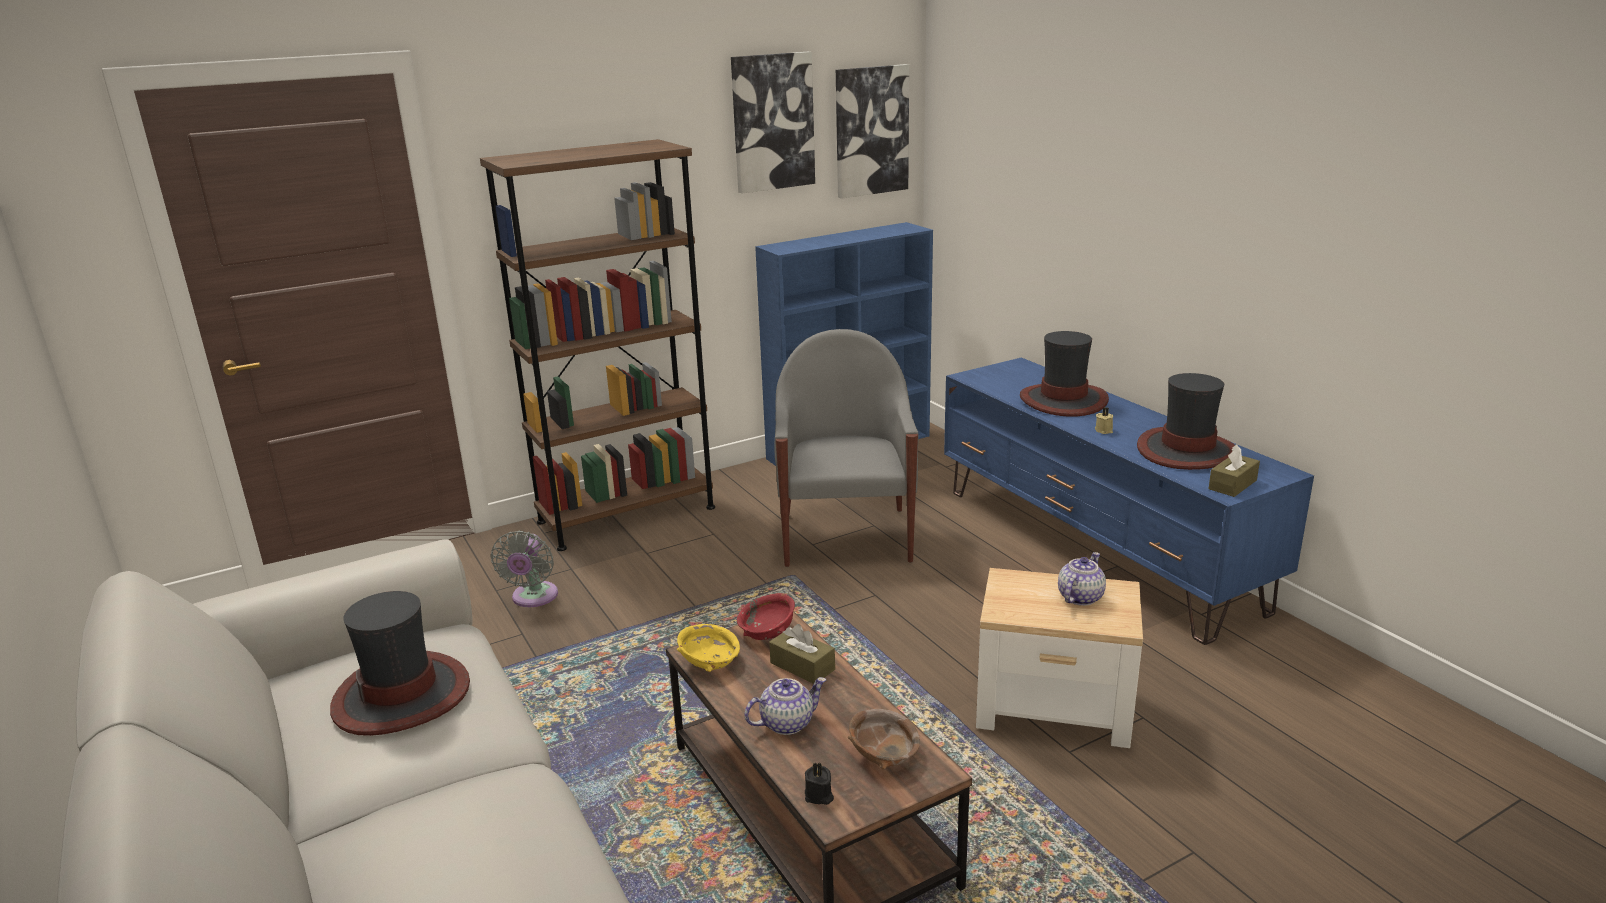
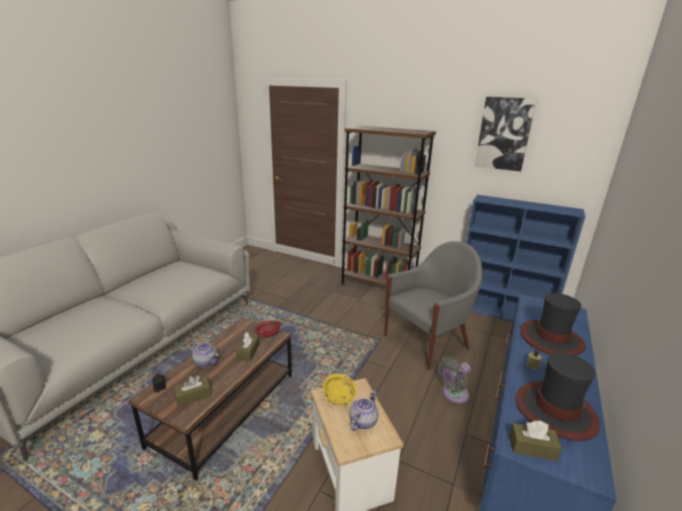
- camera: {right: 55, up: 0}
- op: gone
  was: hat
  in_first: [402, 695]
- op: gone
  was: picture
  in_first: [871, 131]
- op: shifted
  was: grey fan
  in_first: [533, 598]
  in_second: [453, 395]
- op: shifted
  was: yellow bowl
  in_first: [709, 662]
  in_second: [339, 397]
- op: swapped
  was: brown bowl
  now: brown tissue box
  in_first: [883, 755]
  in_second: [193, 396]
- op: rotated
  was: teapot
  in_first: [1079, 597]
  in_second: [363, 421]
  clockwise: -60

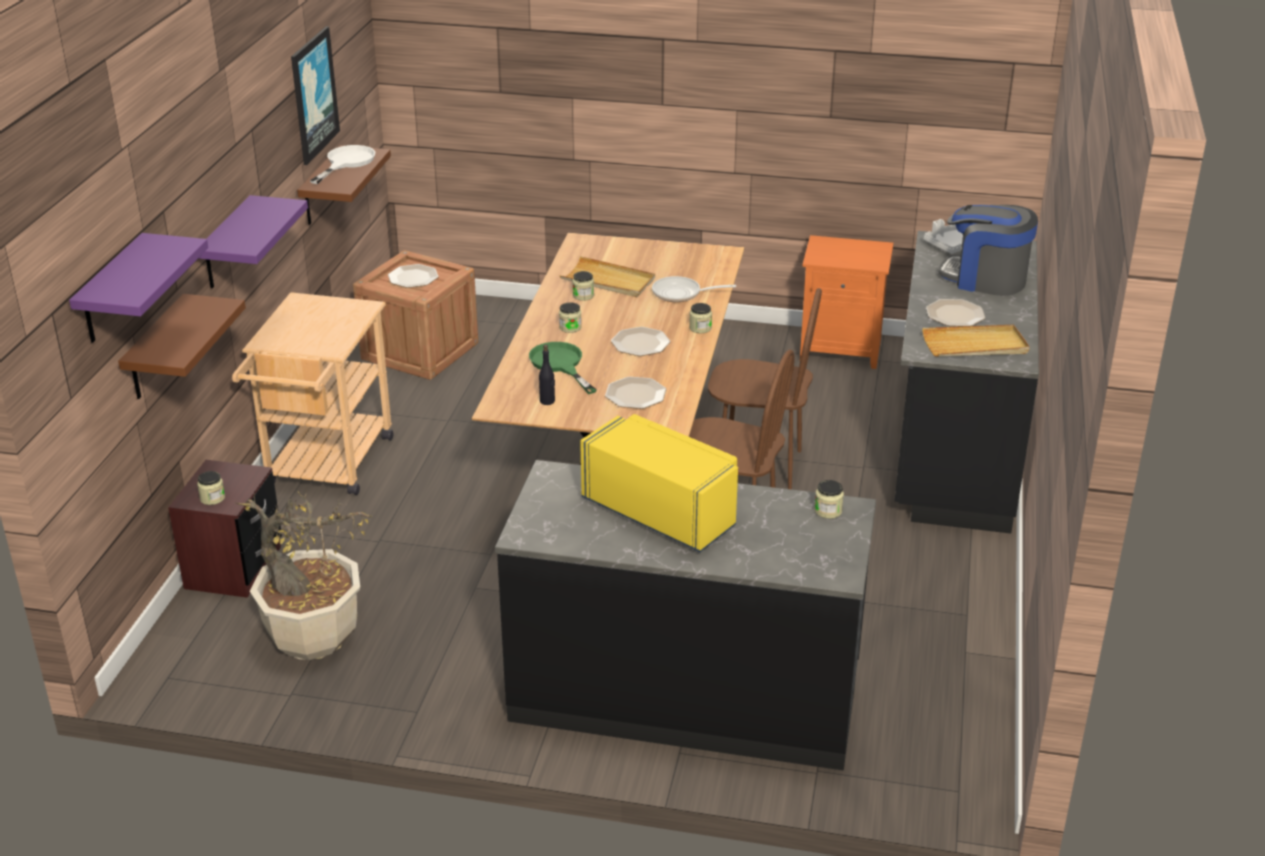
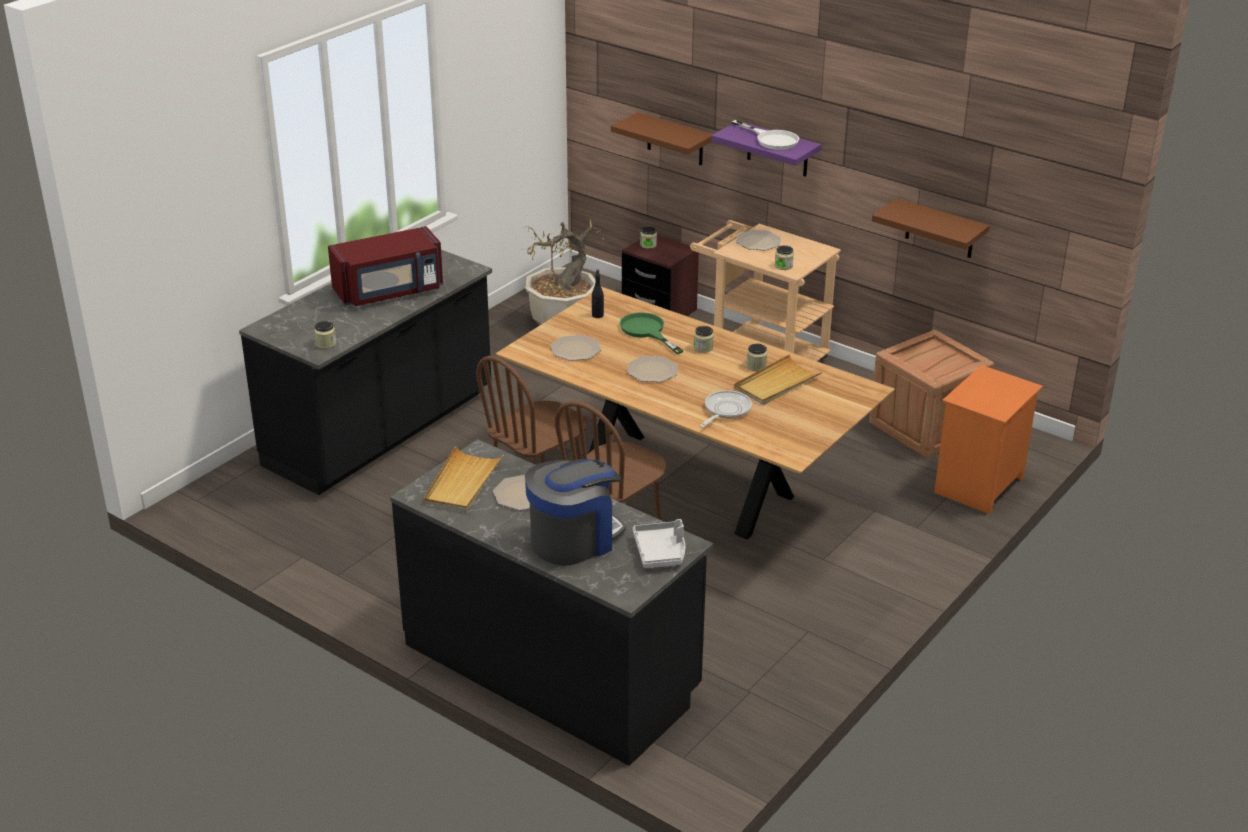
- camera: {right: 115, up: 0}
- op: gone
  was: purple shelf
  in_first: [111, 291]
- op: gone
  was: picture
  in_first: [313, 95]
- op: shifted
  was: white frying pan
  in_first: [346, 162]
  in_second: [771, 139]
- op: shifted
  was: plate
  in_first: [412, 277]
  in_second: [758, 241]
- op: shifted
  was: jar
  in_first: [700, 328]
  in_second: [783, 266]
- op: shifted
  was: orange nightstand
  in_first: [842, 349]
  in_second: [979, 486]
- op: repainted
  was: yellow microwave
  now: red microwave
  in_first: [661, 512]
  in_second: [389, 291]
- op: rotated
  was: green frying pan
  in_first: [560, 364]
  in_second: [646, 331]
  clockwise: -120

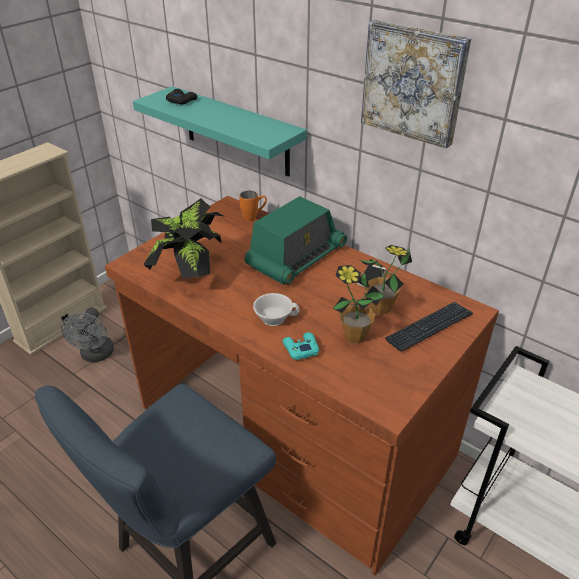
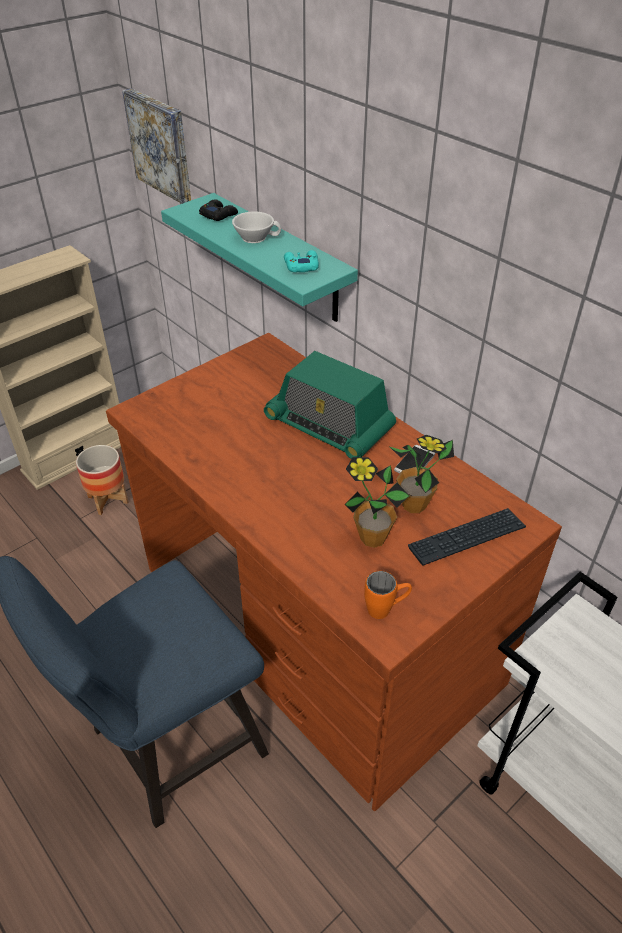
- camera: {right: 10, up: 5}
- op: gone
  was: potted plant
  in_first: [191, 275]
- op: shifted
  was: orange mug
  in_first: [254, 217]
  in_second: [386, 609]
- op: shifted
  was: white cup
  in_first: [274, 317]
  in_second: [255, 237]
- op: shifted
  was: turquoise game controller
  in_first: [300, 349]
  in_second: [301, 266]
- op: shifted
  was: picture
  in_first: [414, 82]
  in_second: [161, 145]
- op: swapped
  was: grey fan
  now: planter
  in_first: [96, 355]
  in_second: [108, 499]
- op: rotated
  was: radio
  in_first: [296, 258]
  in_second: [329, 425]
  clockwise: 75

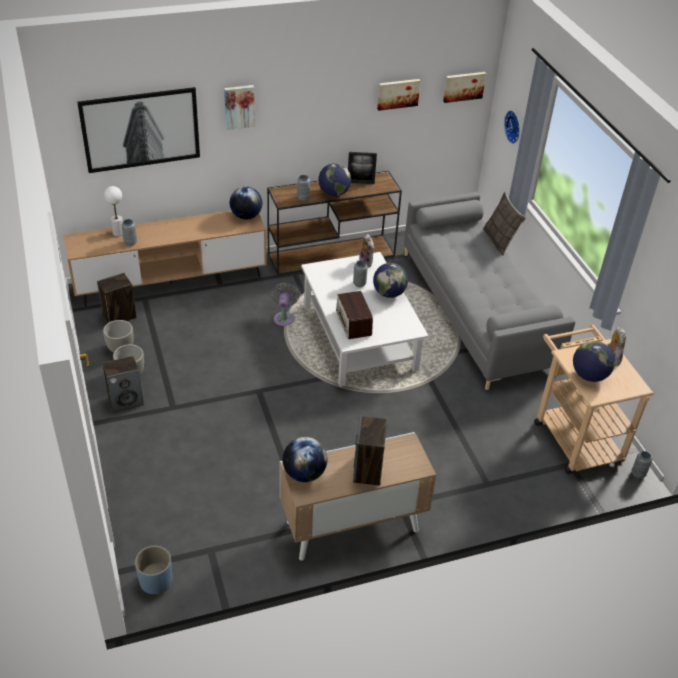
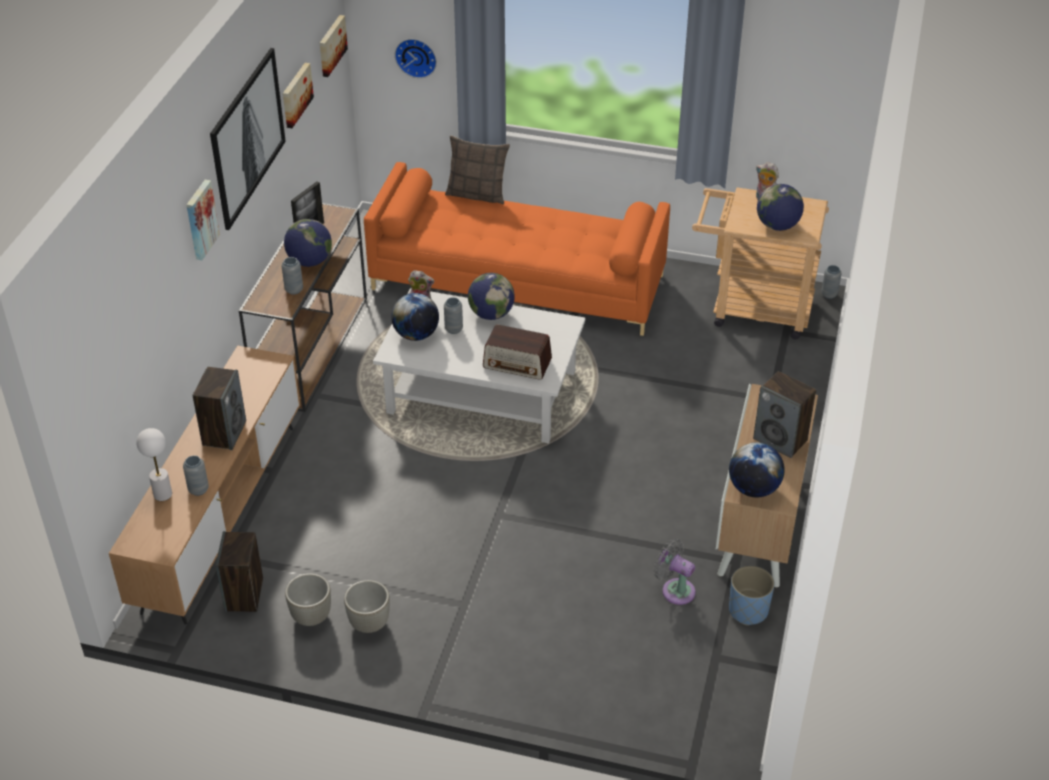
- camera: {right: -55, up: 0}
- op: shifted
  was: picture
  in_first: [140, 129]
  in_second: [246, 137]
- op: shifted
  was: speaker
  in_first: [126, 401]
  in_second: [224, 433]
- op: shifted
  was: blue planter
  in_first: [156, 581]
  in_second: [748, 611]
- op: shifted
  was: globe
  in_first: [246, 216]
  in_second: [416, 335]
- op: shifted
  was: grey fan
  in_first: [284, 317]
  in_second: [675, 590]
- op: repainted
  was: grey sofa
  now: orange sofa
  in_first: [477, 311]
  in_second: [519, 282]

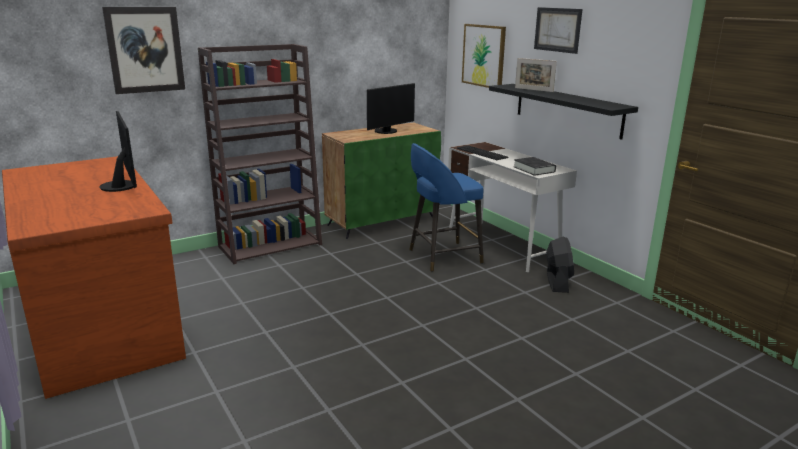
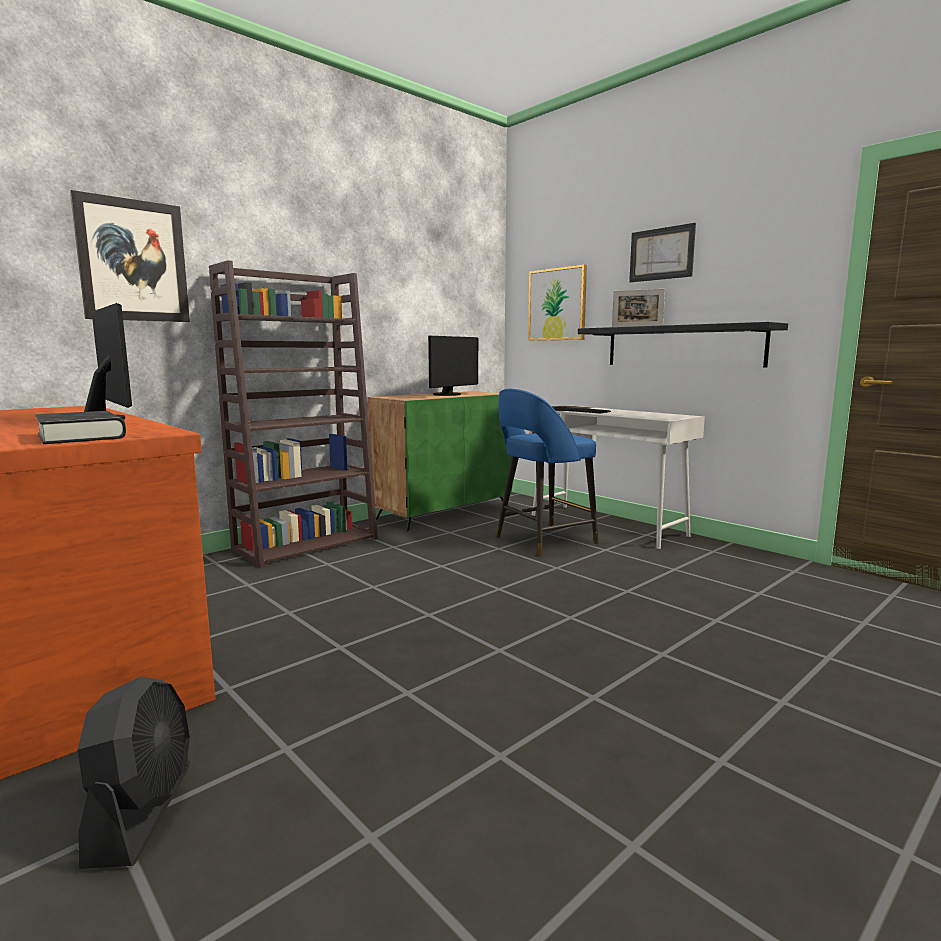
- camera: {right: -10, up: -10}
- op: shifted
  was: black book
  in_first: [534, 169]
  in_second: [81, 436]
- op: shifted
  was: black fan
  in_first: [557, 282]
  in_second: [142, 812]

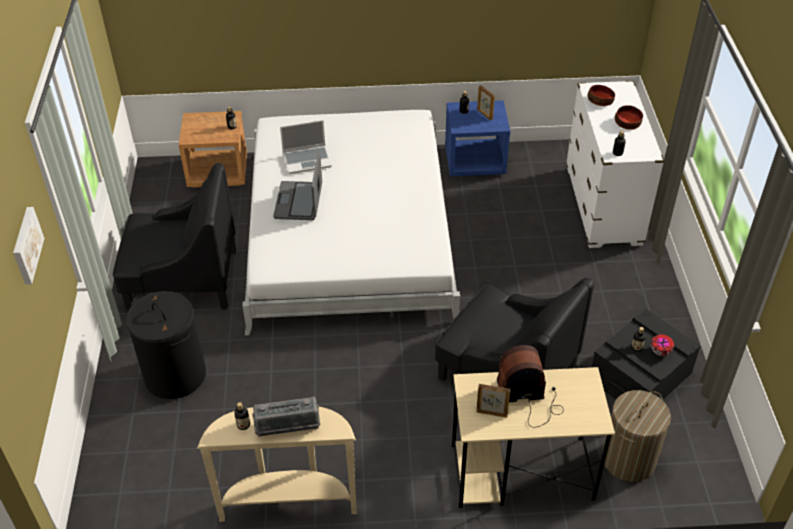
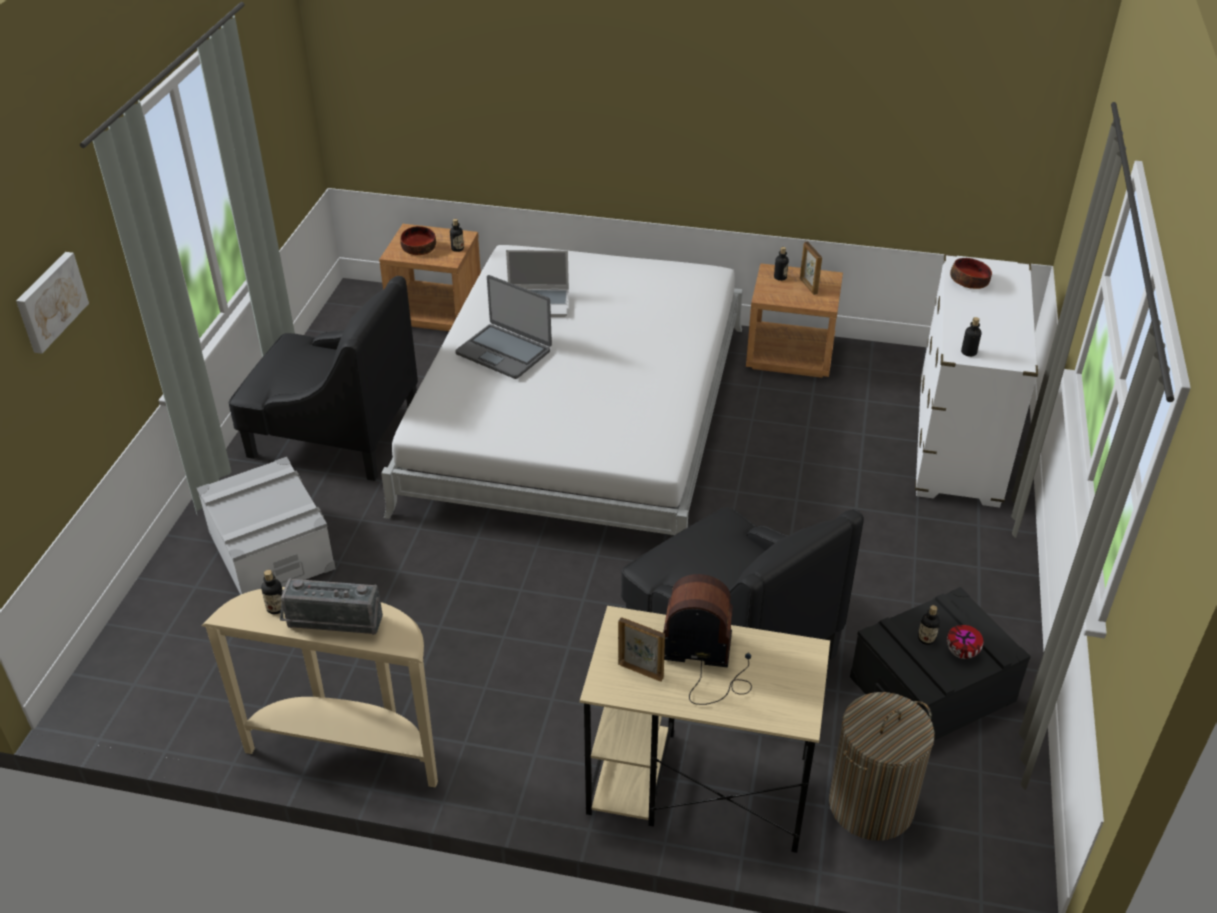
- camera: {right: 15, up: -5}
- op: shifted
  was: bowl
  in_first: [627, 123]
  in_second: [418, 248]
- op: swapped
  was: black laundry basket
  now: grey storage box
  in_first: [175, 375]
  in_second: [271, 550]
- op: repainted
  was: blue nightstand
  now: brown nightstand
  in_first: [475, 161]
  in_second: [790, 355]
- op: rotated
  was: laptop
  in_first: [299, 201]
  in_second: [504, 352]
  clockwise: -75

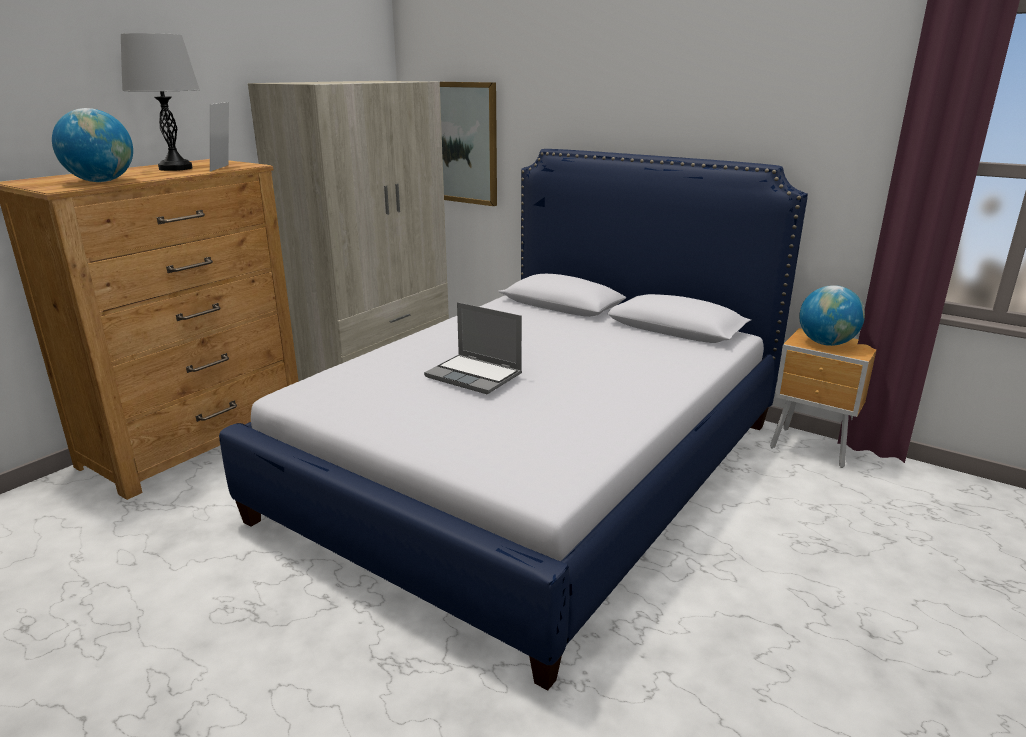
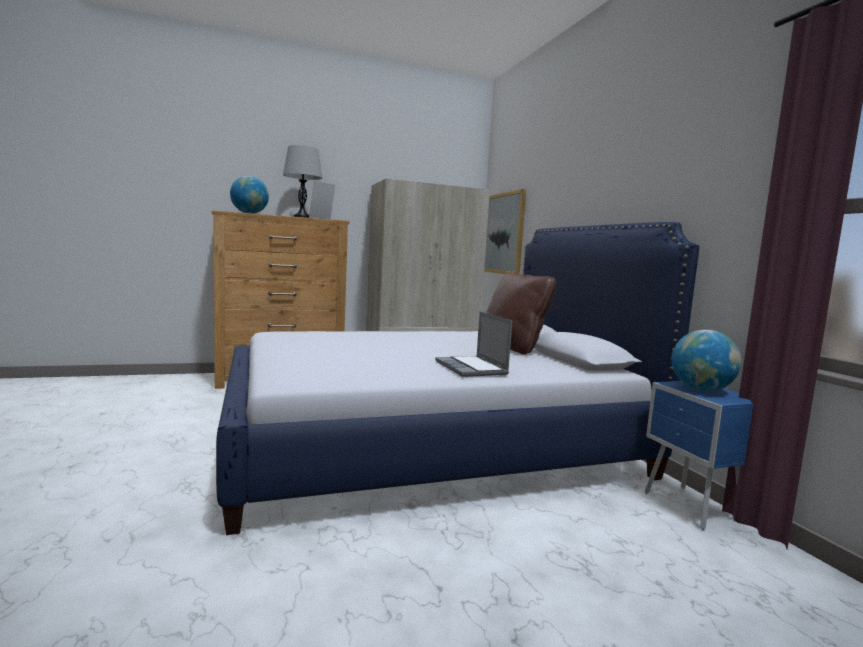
- camera: {right: 35, up: -15}
- op: new
  now: brown pillow
  in_second: [513, 347]
- op: shifted
  was: laptop
  in_first: [475, 376]
  in_second: [472, 368]
- op: repainted
  was: brown nightstand
  now: blue nightstand
  in_first: [813, 449]
  in_second: [692, 508]

